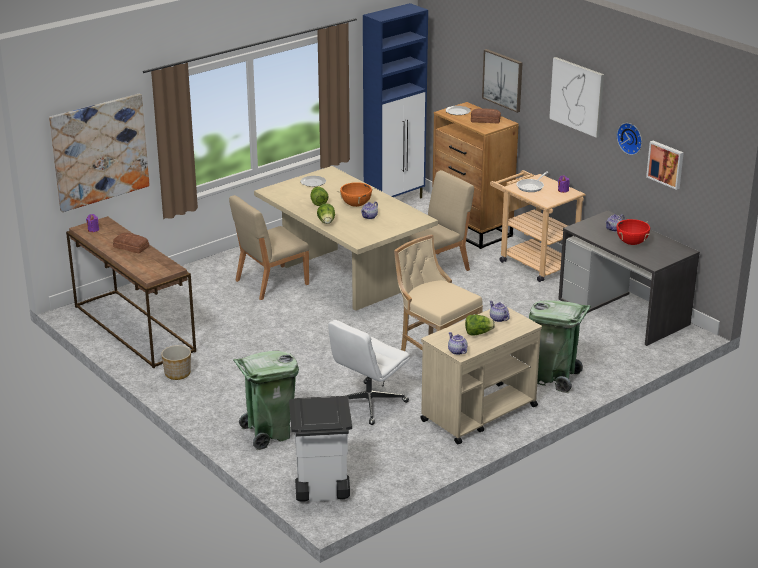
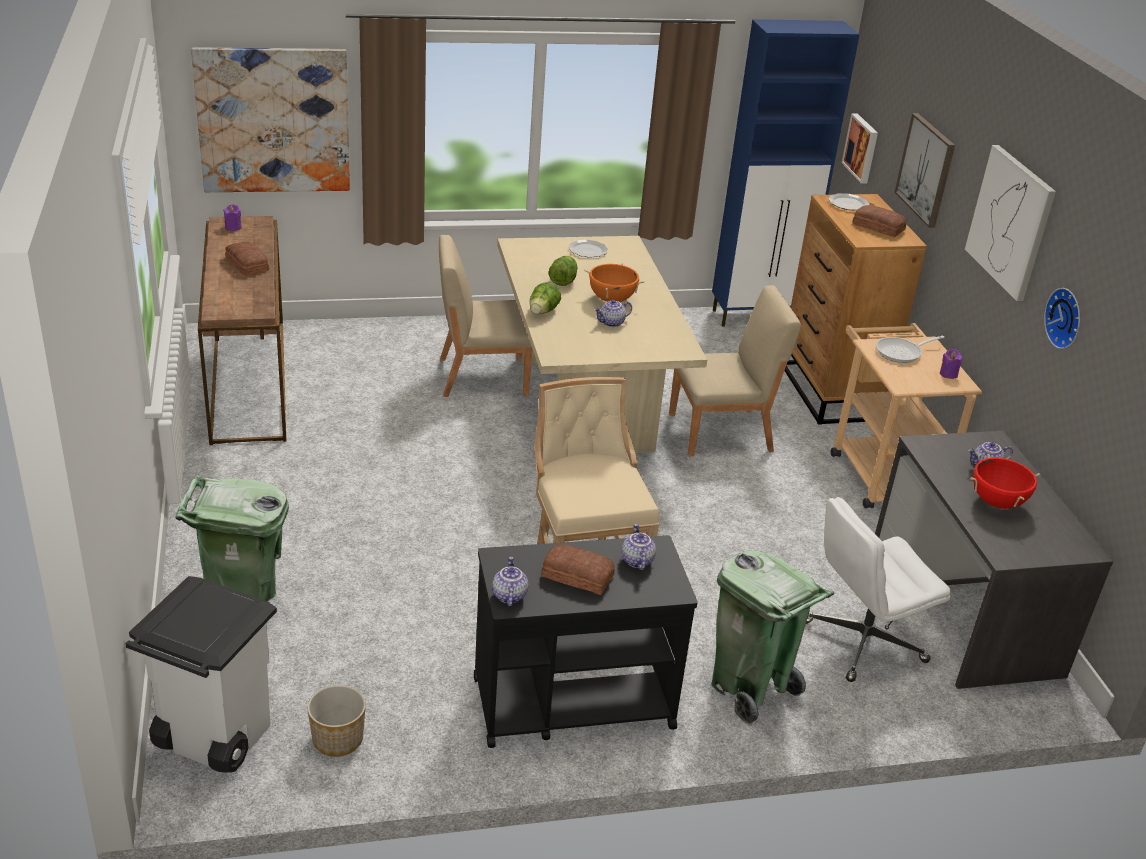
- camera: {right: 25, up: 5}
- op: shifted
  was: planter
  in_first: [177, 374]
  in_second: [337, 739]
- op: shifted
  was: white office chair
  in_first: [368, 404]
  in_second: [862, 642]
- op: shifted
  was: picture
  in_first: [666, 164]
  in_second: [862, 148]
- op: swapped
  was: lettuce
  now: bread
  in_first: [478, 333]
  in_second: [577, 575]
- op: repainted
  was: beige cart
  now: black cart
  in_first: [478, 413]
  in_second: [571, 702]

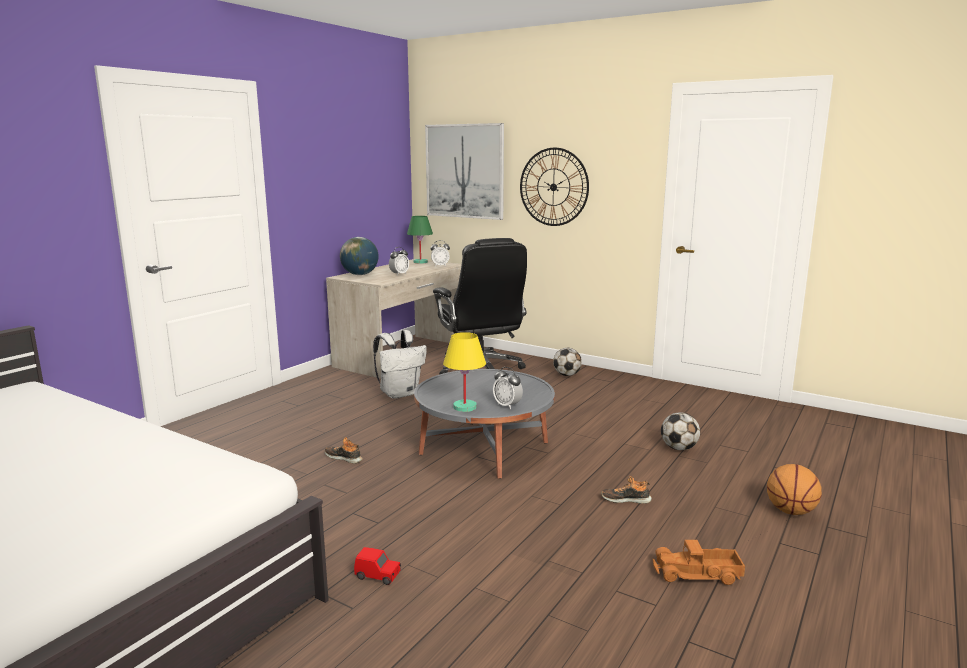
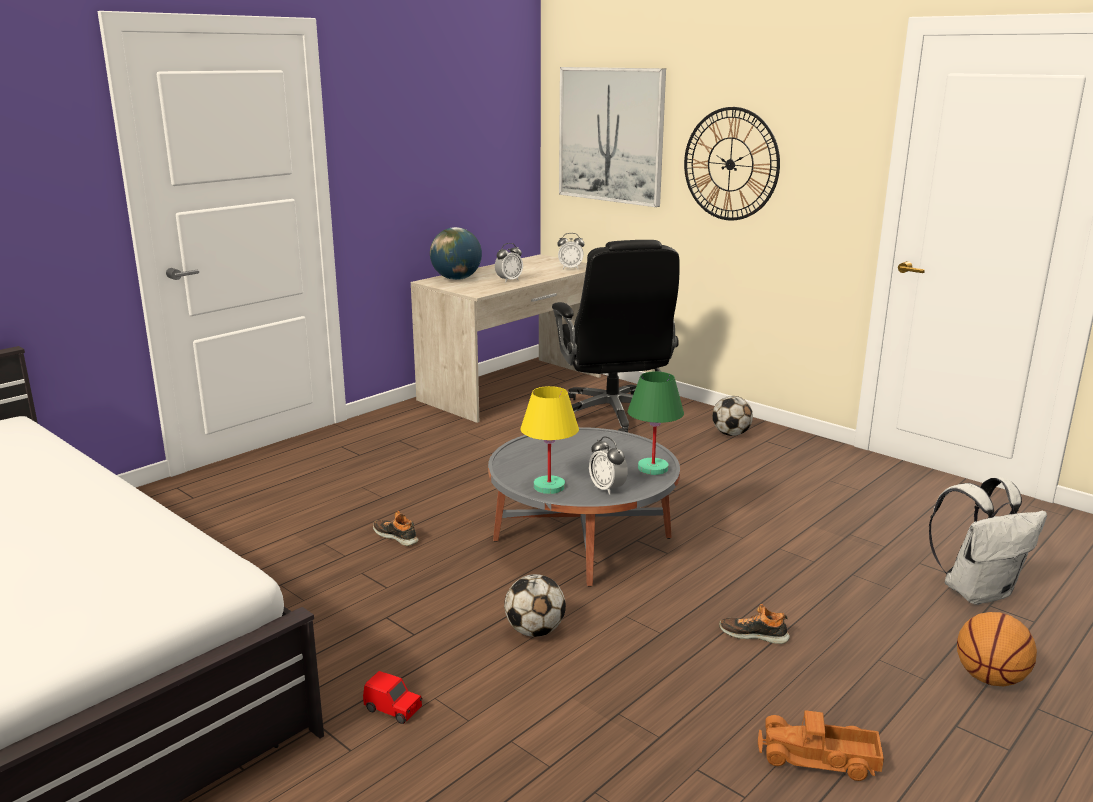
- camera: {right: 10, up: 5}
- op: shifted
  was: white backpack
  in_first: [400, 393]
  in_second: [977, 591]
- op: shifted
  was: green table lamp
  in_first: [420, 262]
  in_second: [652, 468]
- op: shifted
  was: football
  in_first: [678, 448]
  in_second: [535, 631]

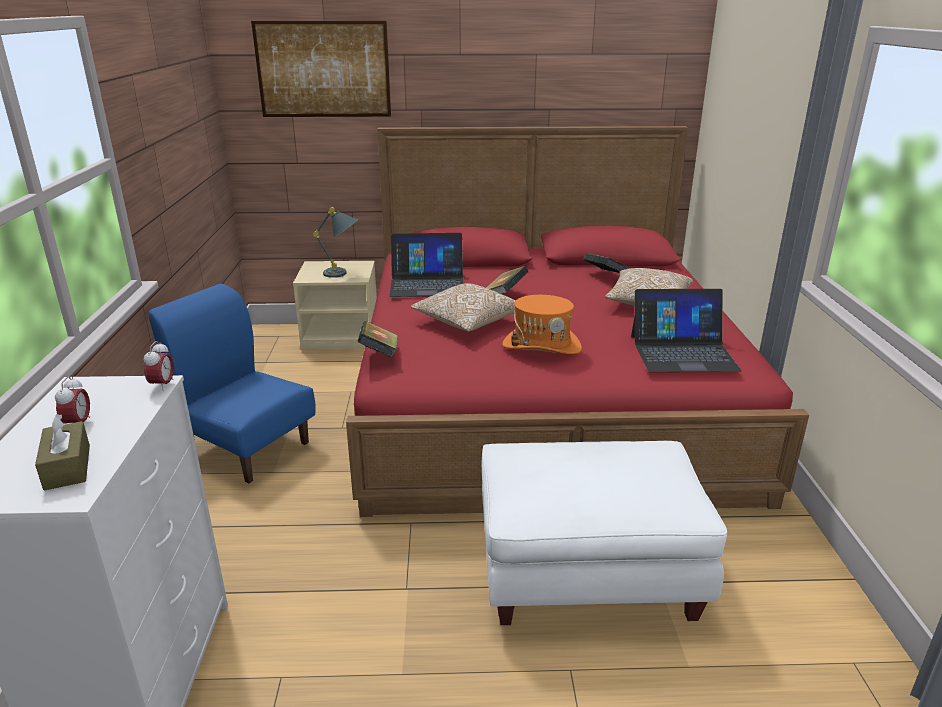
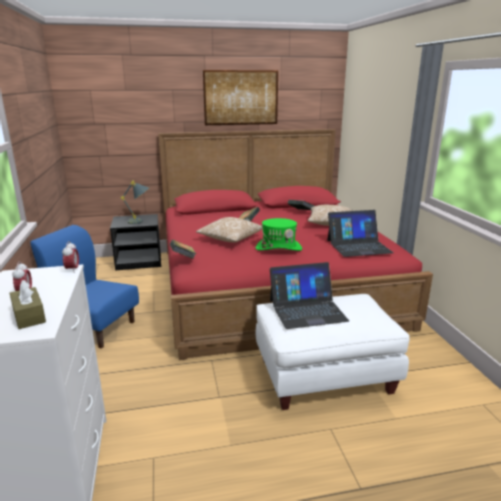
- camera: {right: -10, up: -5}
- op: shifted
  was: picture
  in_first: [323, 69]
  in_second: [241, 97]
- op: shifted
  was: laptop
  in_first: [427, 284]
  in_second: [307, 310]
- op: repainted
  was: beige nightstand
  now: black nightstand
  in_first: [342, 336]
  in_second: [139, 261]
- op: repainted
  was: orange hat
  now: green hat
  in_first: [541, 346]
  in_second: [278, 248]

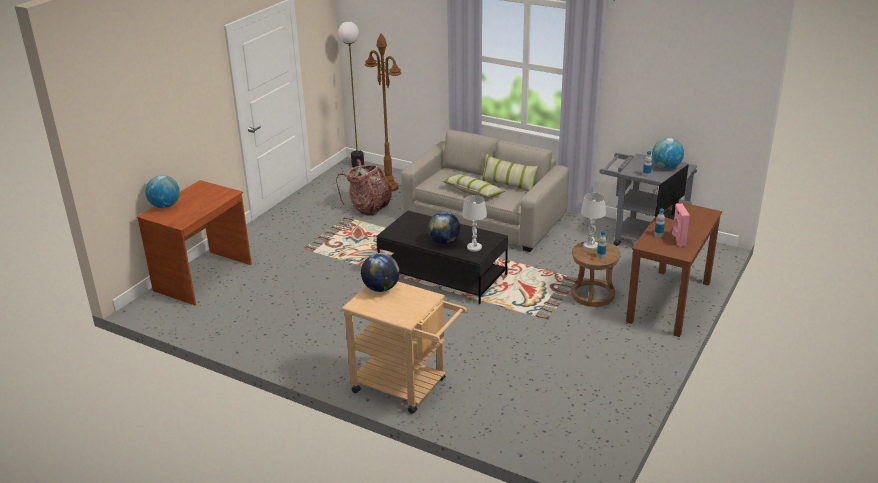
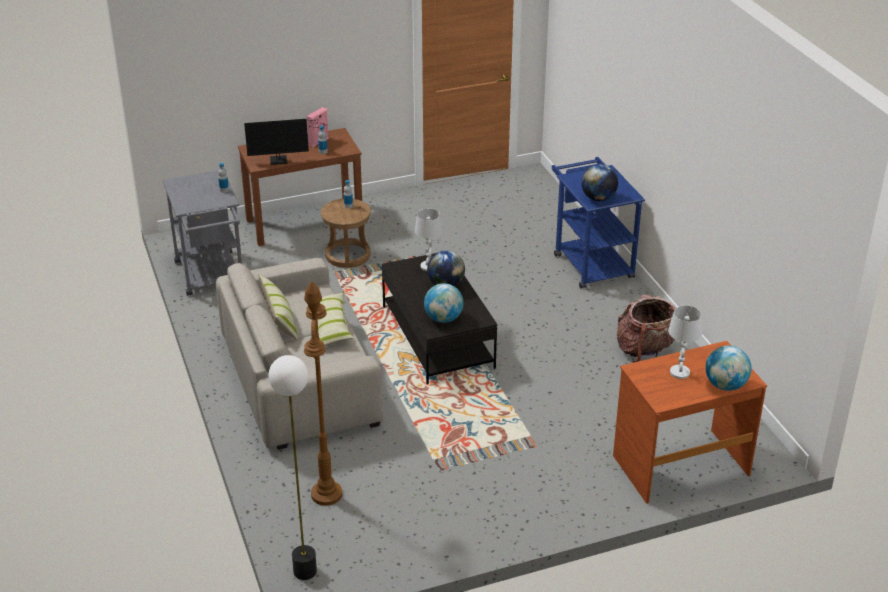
- camera: {right: -140, up: 5}
- op: shifted
  was: backpack
  in_first: [368, 207]
  in_second: [646, 352]
- op: shifted
  was: white table lamp
  in_first: [591, 246]
  in_second: [679, 372]
- op: shifted
  was: globe
  in_first: [666, 167]
  in_second: [443, 319]
- op: repainted
  was: beige cart
  now: blue cart
  in_first: [406, 387]
  in_second: [590, 262]

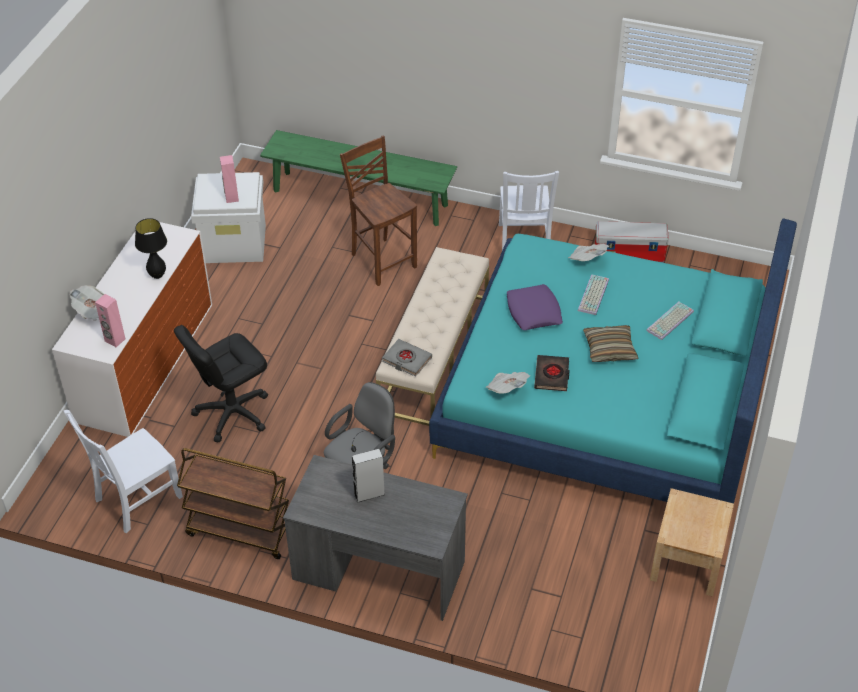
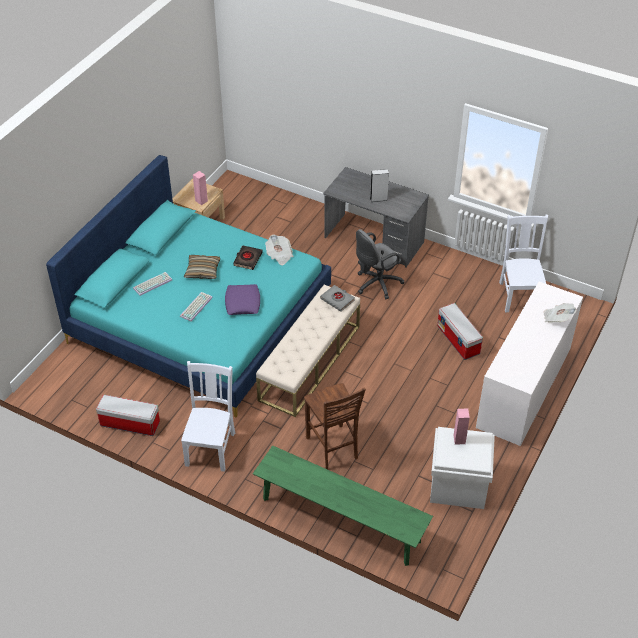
- camera: {right: -170, up: 0}
- op: gone
  was: black table lamp
  in_first: [157, 275]
- op: gone
  was: brown cart
  in_first: [239, 531]
- op: gone
  was: newspaper
  in_first: [587, 259]
- op: shifted
  was: pink speaker
  in_first: [114, 340]
  in_second: [201, 201]
- op: swapped
  was: black office chair
  now: storage box
  in_first: [232, 413]
  in_second: [459, 340]
- op: rotated
  was: white chair
  in_first: [136, 500]
  in_second: [519, 295]
  clockwise: -60

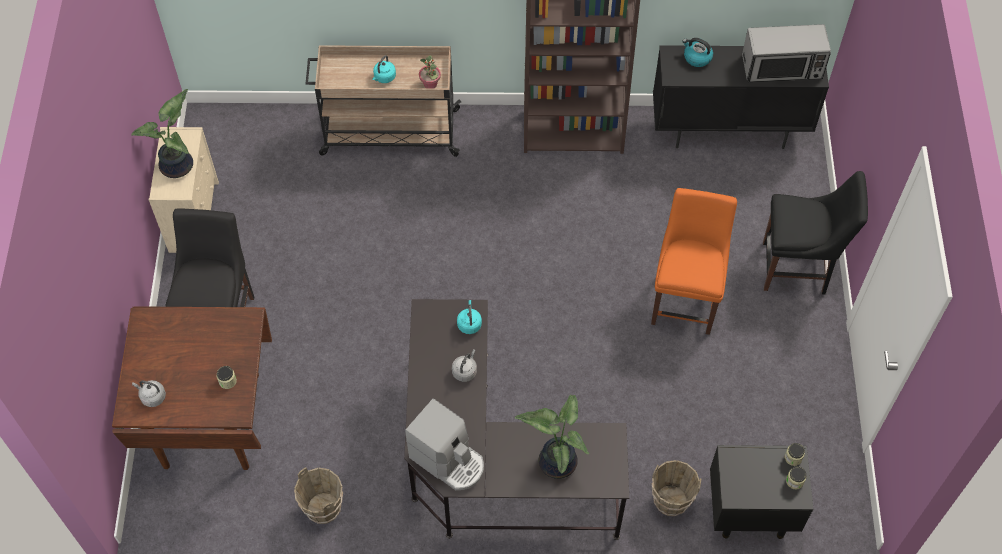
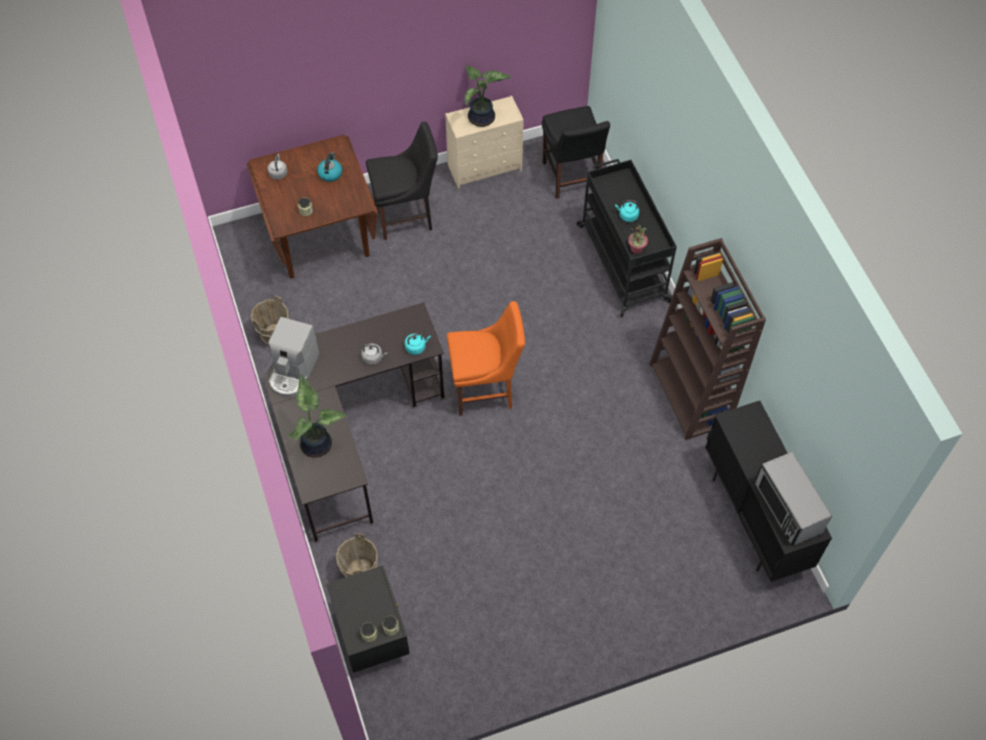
- camera: {right: 70, up: 0}
- op: shifted
  was: orange chair
  in_first: [685, 299]
  in_second: [486, 390]
- op: shifted
  was: kettle
  in_first: [697, 58]
  in_second: [330, 173]
- op: shifted
  was: black chair
  in_first: [798, 268]
  in_second: [571, 178]
- op: repainted
  was: beige cart
  now: black cart
  in_first: [388, 132]
  in_second: [622, 262]

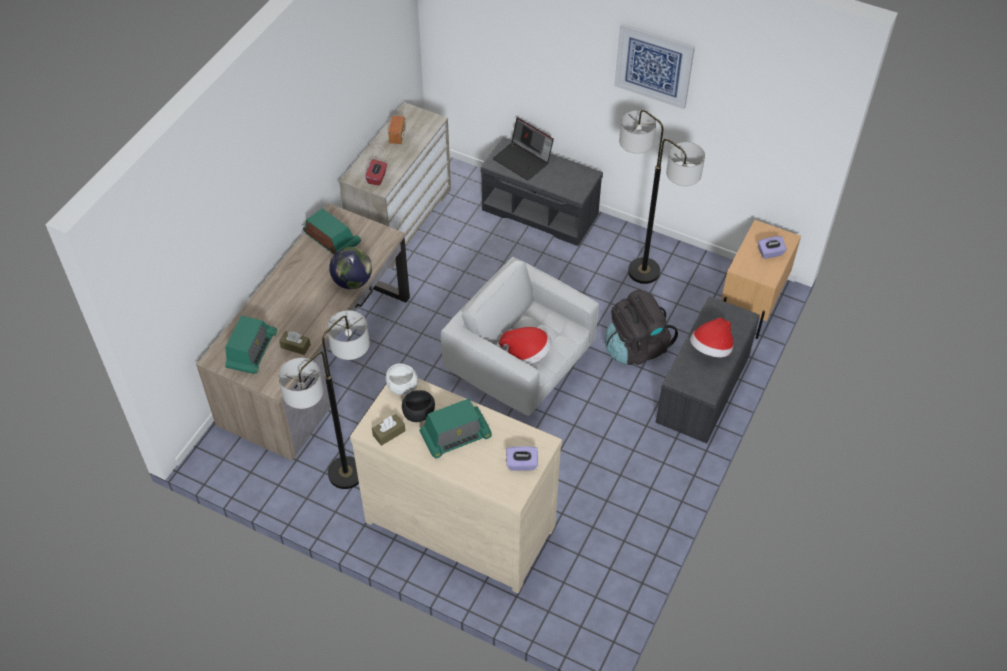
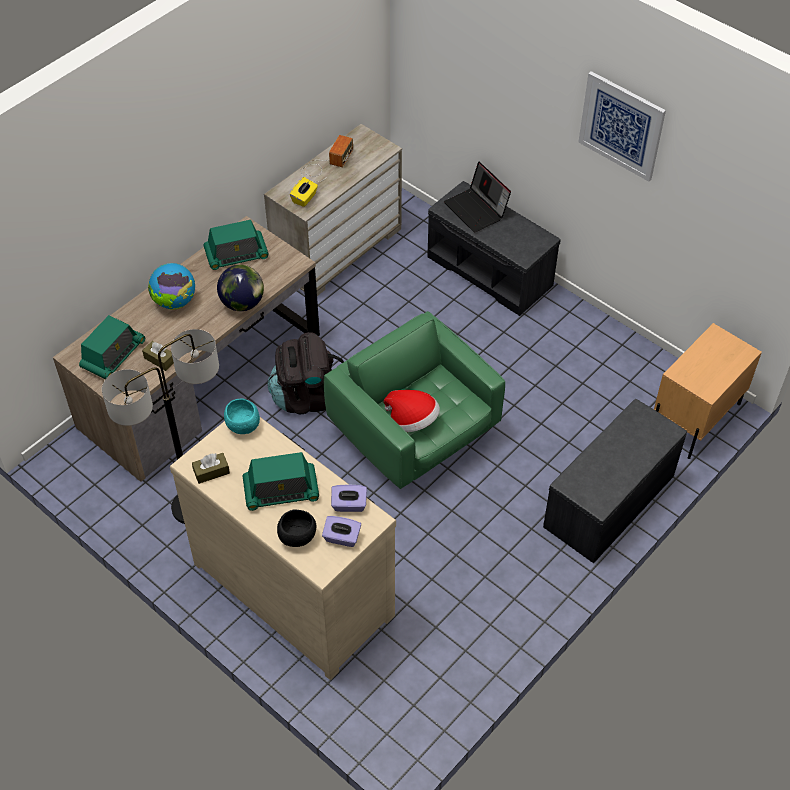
- camera: {right: 15, up: 0}
- op: gone
  was: floor lamp
  in_first: [644, 272]
- op: gone
  was: hat
  in_first: [711, 349]
- op: new
  now: globe
  in_second: [175, 302]
- op: shifted
  was: black bowl
  in_first: [418, 414]
  in_second: [296, 537]
- op: shifted
  was: black backpack
  in_first: [636, 348]
  in_second: [307, 396]
- op: shifted
  was: purple tissue box
  in_first: [770, 253]
  in_second: [349, 505]
- op: repainted
  was: red tissue box
  now: yellow tissue box
  in_first: [377, 178]
  in_second: [304, 198]
- op: repainted
  was: white bowl
  now: turquoise bowl
  in_first: [403, 388]
  in_second: [243, 426]
- op: repainted
  was: white armchair
  now: green armchair
  in_first: [521, 365]
  in_second: [415, 432]
- op: rotated
  was: radio
  in_first: [332, 239]
  in_second: [236, 255]
  clockwise: 105

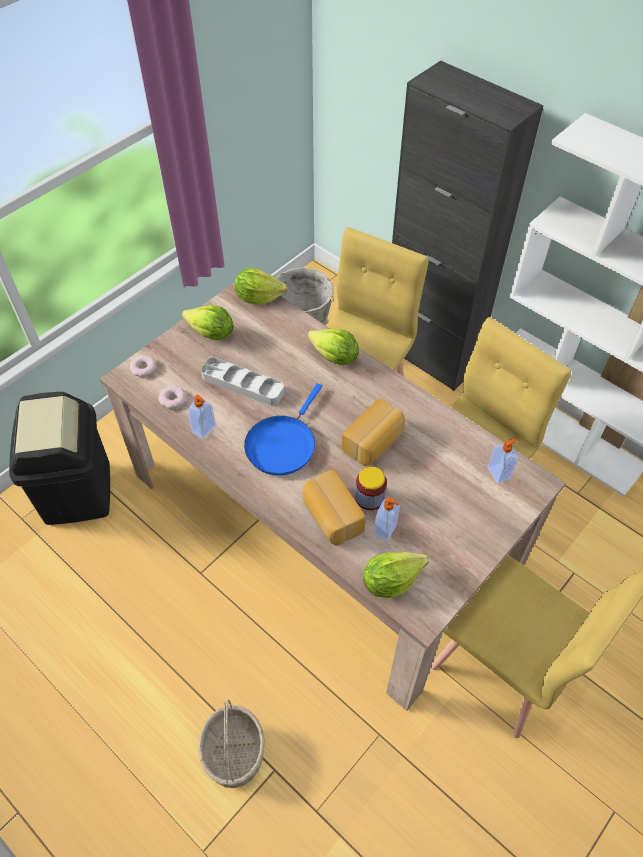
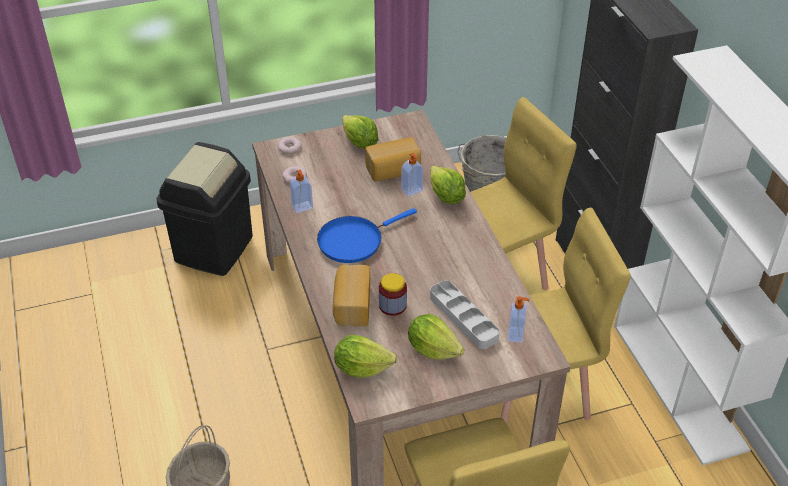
- camera: {right: 30, up: -10}
- op: shifted
  was: grey tray
  in_first: [242, 384]
  in_second: [463, 317]
- op: shifted
  was: lettuce
  in_first: [258, 297]
  in_second: [433, 349]
- op: shifted
  was: bread
  in_first: [374, 442]
  in_second: [394, 171]
- op: shifted
  was: soap dispenser
  in_first: [386, 530]
  in_second: [412, 190]

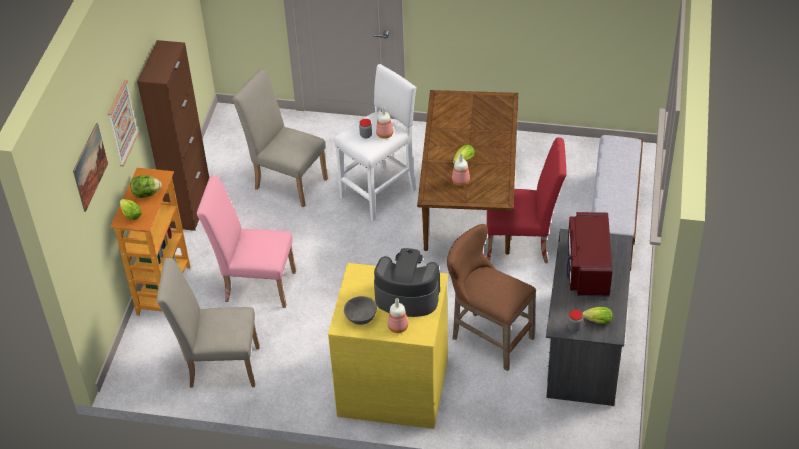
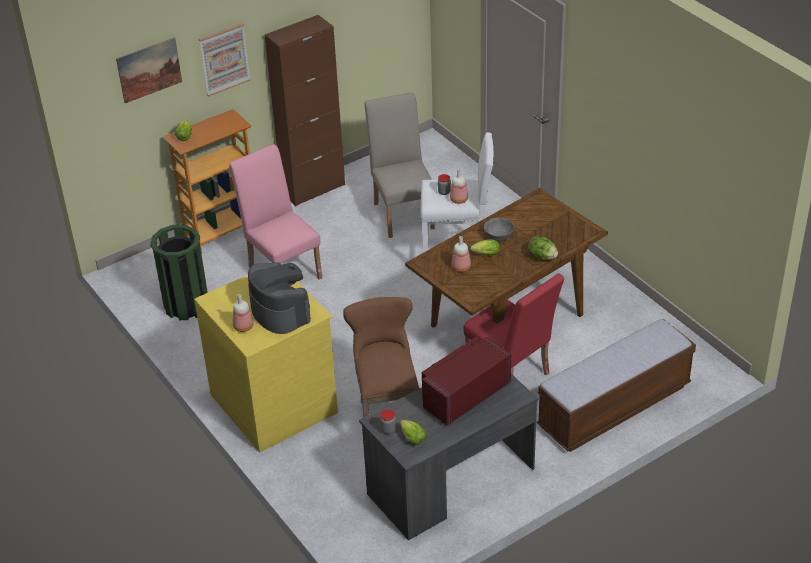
- camera: {right: 45, up: -5}
- op: shifted
  was: lettuce
  in_first: [146, 194]
  in_second: [542, 257]
- op: shifted
  was: grey bowl
  in_first: [361, 317]
  in_second: [498, 236]
- op: swapped
  was: beige chair
  now: green trash can
  in_first: [218, 365]
  in_second: [186, 305]

